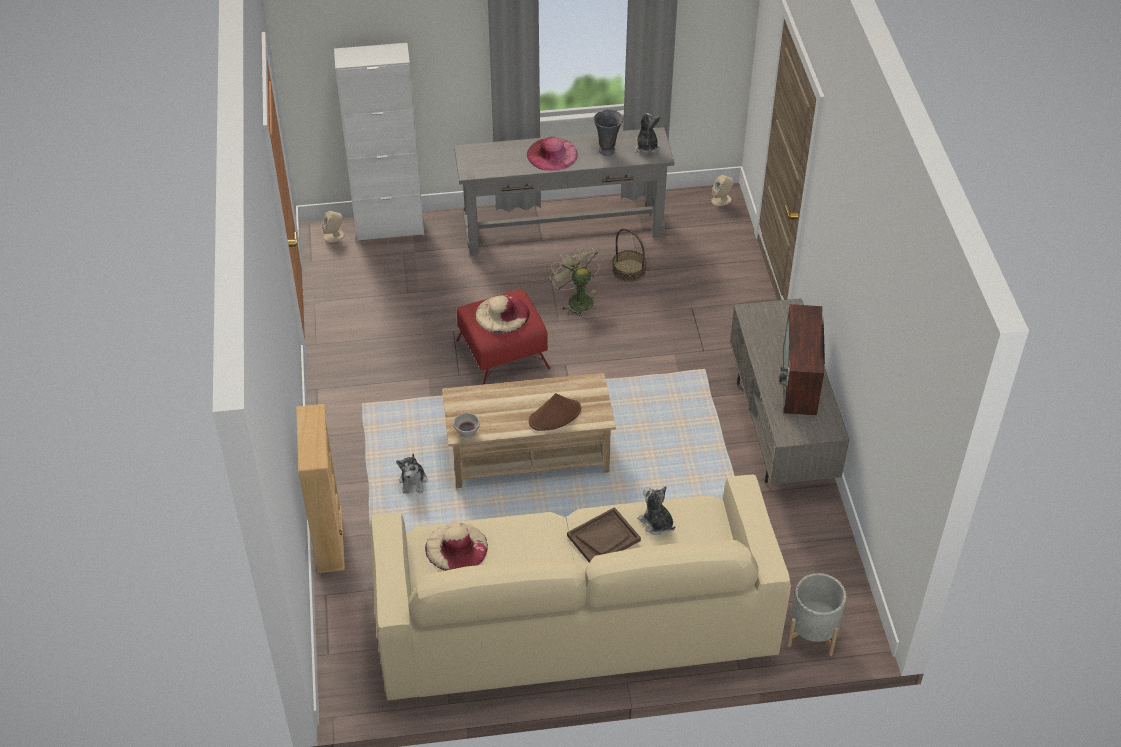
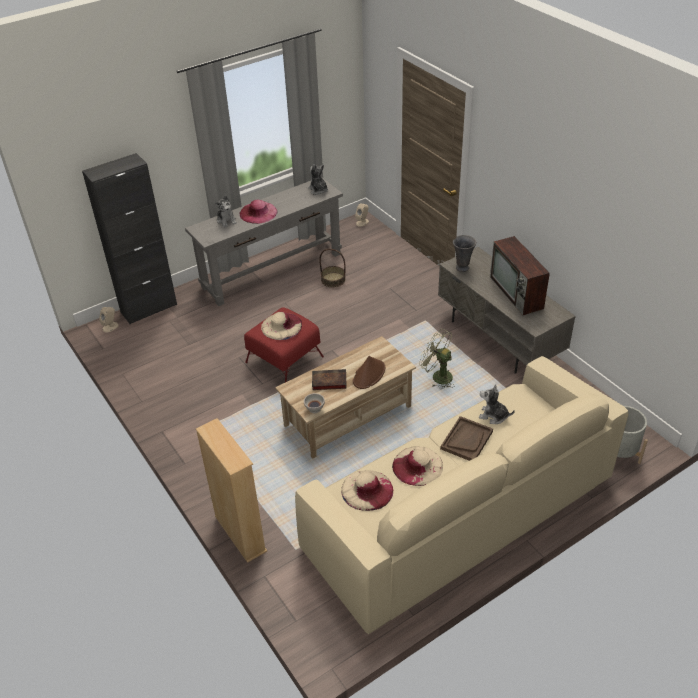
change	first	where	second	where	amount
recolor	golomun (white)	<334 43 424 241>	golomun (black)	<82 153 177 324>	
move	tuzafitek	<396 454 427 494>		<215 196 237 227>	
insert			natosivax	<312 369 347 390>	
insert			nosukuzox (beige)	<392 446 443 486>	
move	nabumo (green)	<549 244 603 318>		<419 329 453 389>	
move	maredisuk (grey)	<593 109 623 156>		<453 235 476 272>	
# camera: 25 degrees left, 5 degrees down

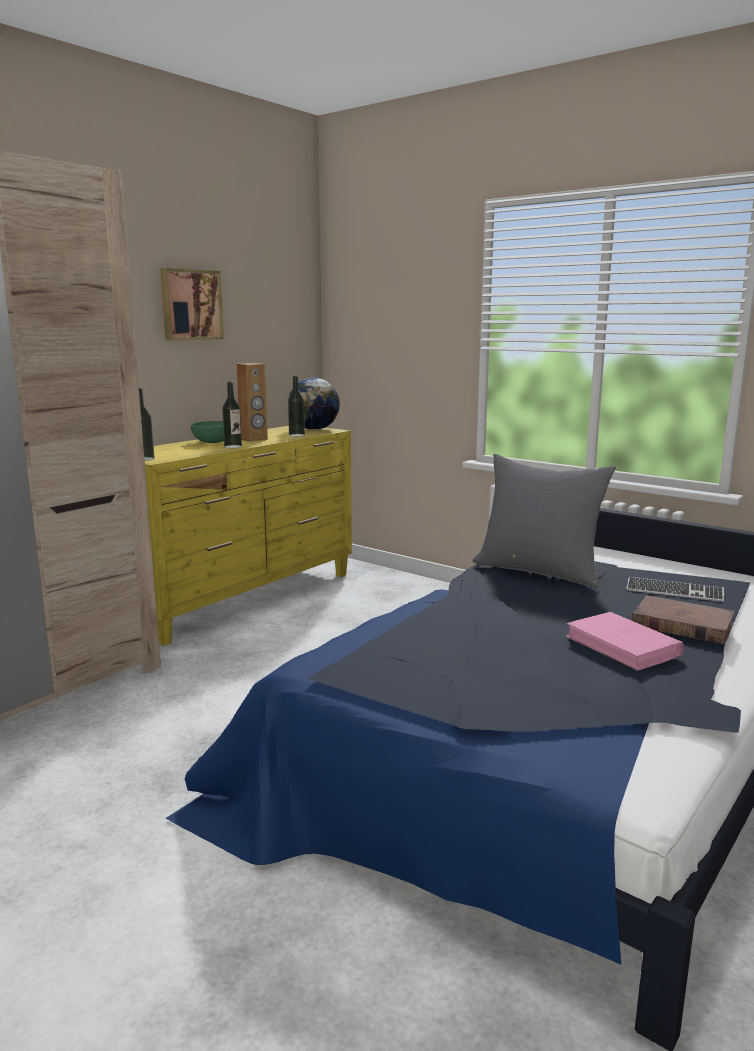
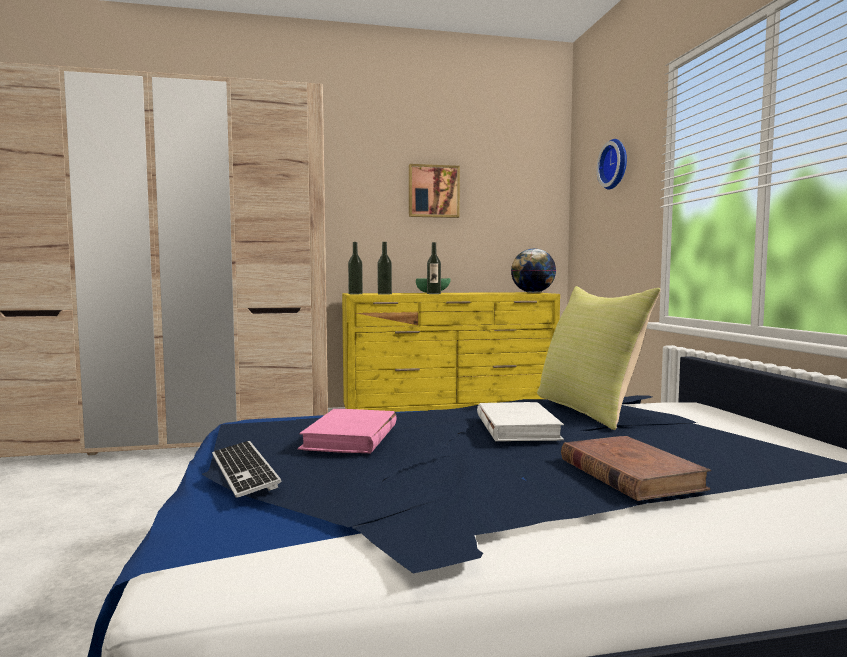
change	first	where	second	where	amount
move	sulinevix	<626 577 724 602>		<212 441 282 498>	
move	natosivax (pink)	<566 612 684 671>		<298 409 397 453>	
move	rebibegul	<288 376 305 437>		<377 242 392 294>	
insert			natosivax (white)	<477 402 564 441>	
recolor	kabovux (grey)	<472 454 616 588>	kabovux (yellow)	<537 286 661 430>	
insert			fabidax	<597 139 627 190>	
delete	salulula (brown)	<237 363 268 442>			
# camera: 40 degrees right, 10 degrees down

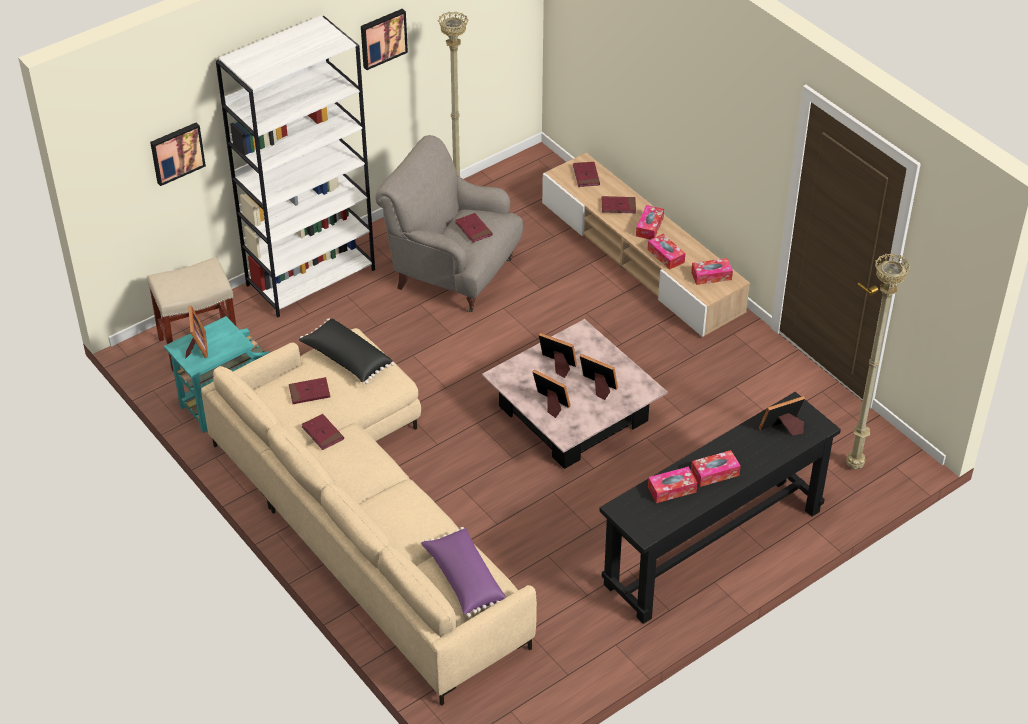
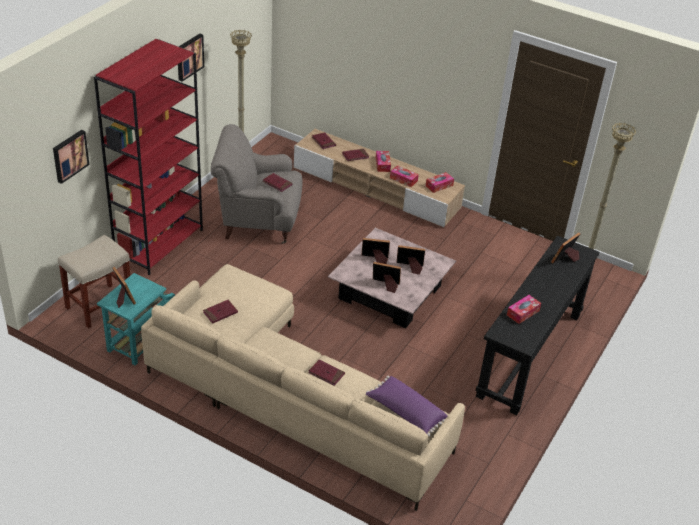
change	first	where	second	where	amount
recolor	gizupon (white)	<216 16 375 318>	gizupon (red)	<94 39 203 275>	
move	natosivax (red)	<302 414 344 450>		<308 359 345 386>	
delete	kabovux (black)	<299 318 394 384>			
delete	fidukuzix	<691 450 741 487>			
# camera: 25 degrees left, 5 degrees down

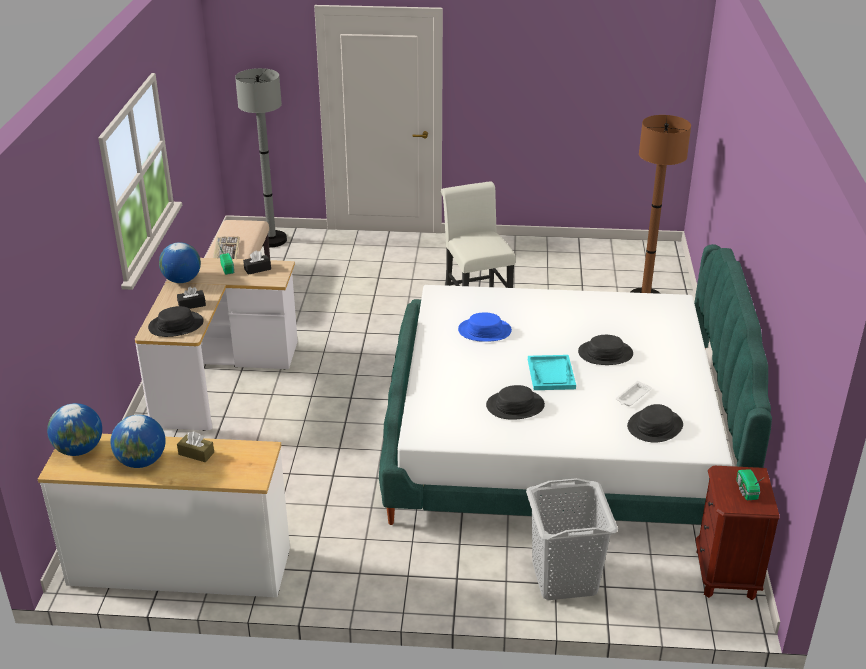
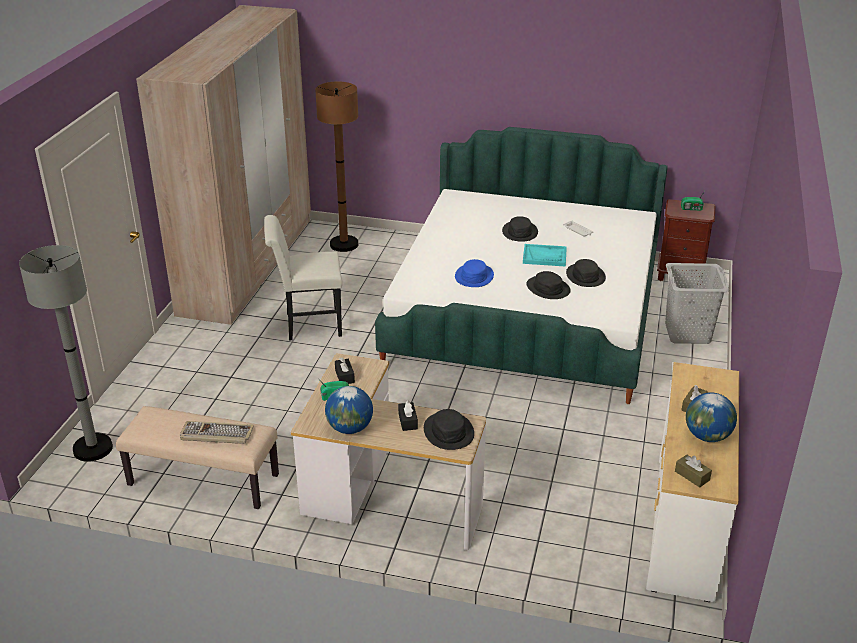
change	first	where	second	where	amount
insert			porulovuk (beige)	<136 5 311 325>	
move	nosukuzox (black)	<627 404 683 443>		<527 271 571 299>	
replace	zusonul	<47 403 102 456>	fidukuzix (brown)	<675 455 712 487>	
# camera: 80 degrees left, 0 degrees up

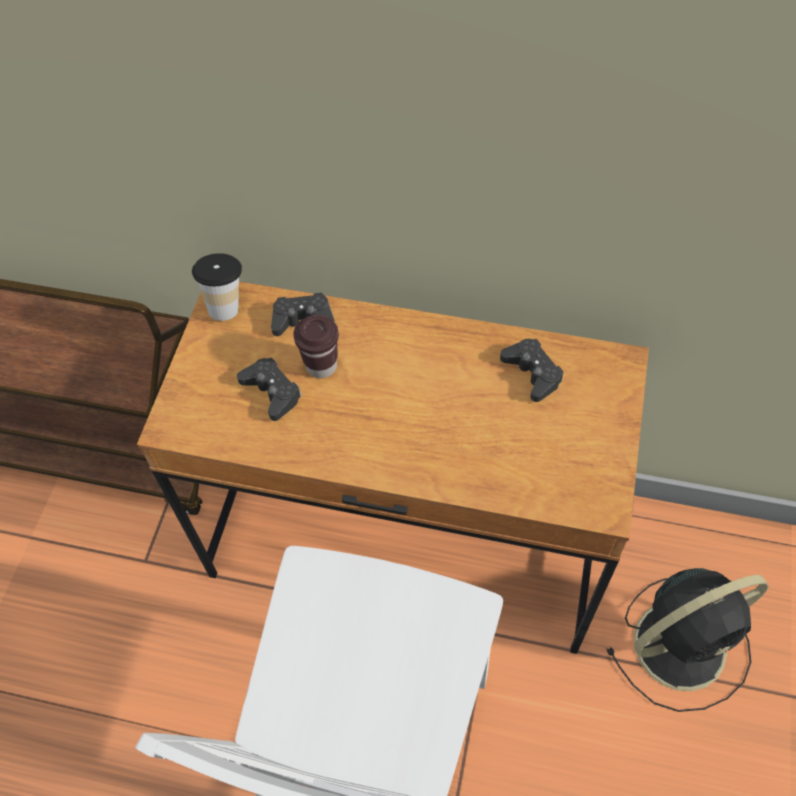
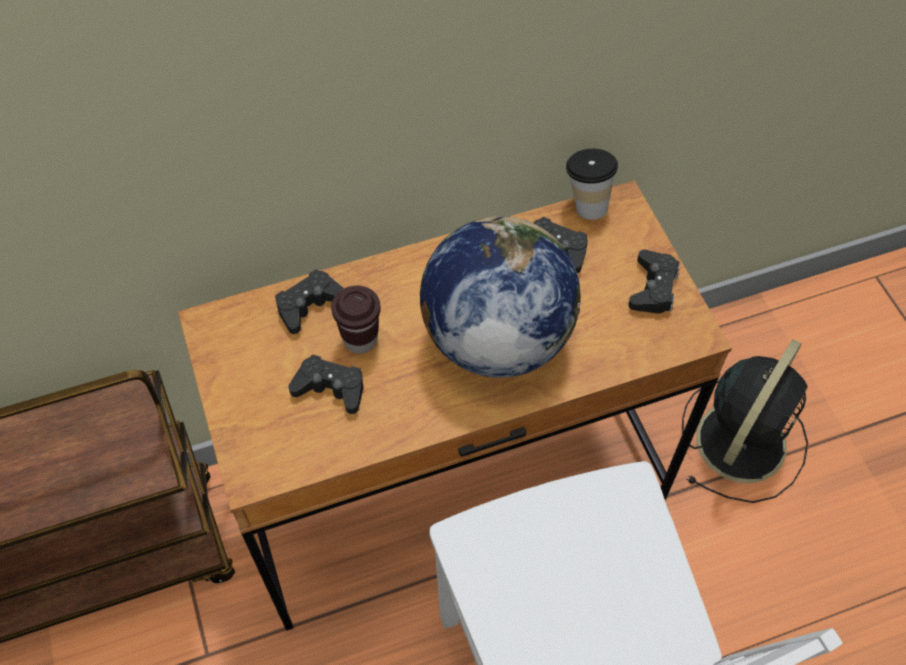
change	first	where	second	where	amount
insert			zusonul	<420 216 581 378>	
move	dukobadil	<192 253 242 321>		<566 149 618 220>	
insert			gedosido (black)	<628 249 680 314>	
# camera: 35 degrees left, 0 degrees up

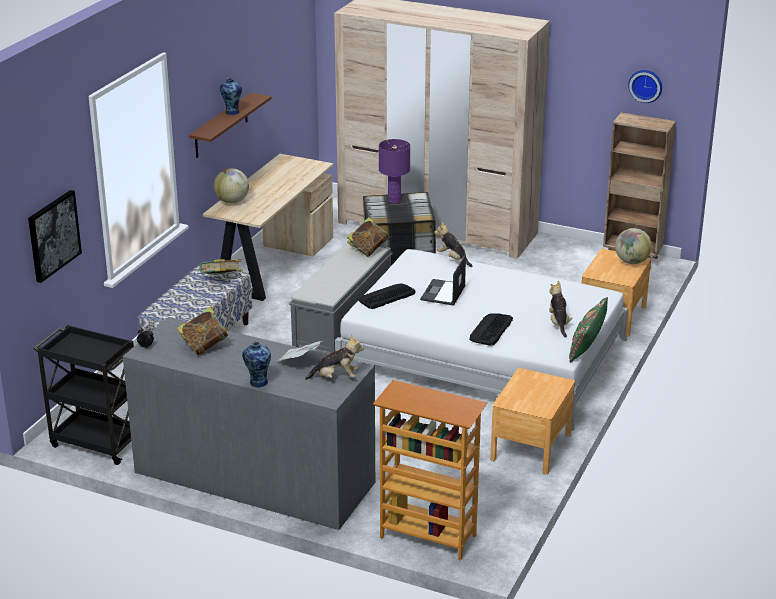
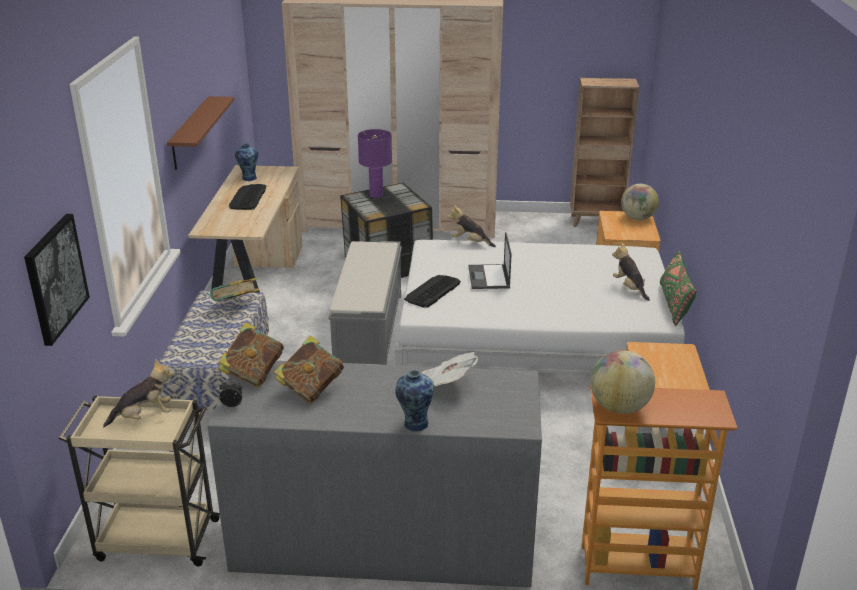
change	first	where	second	where	amount
recolor	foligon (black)	<33 325 134 465>	foligon (beige)	<58 395 220 567>	
move	tuzafitek	<305 334 364 380>		<103 359 174 427>	
move	natosivax	<347 217 389 257>		<218 322 284 387>	
move	sulinevix	<469 313 513 346>		<229 184 266 210>	
move	maredisuk	<220 78 242 115>		<235 143 258 181>	
move	zusonul	<214 168 249 203>		<590 350 655 414>	
delete	fabidax	<628 70 662 103>			
# camera: 20 degrees left, 0 degrees up

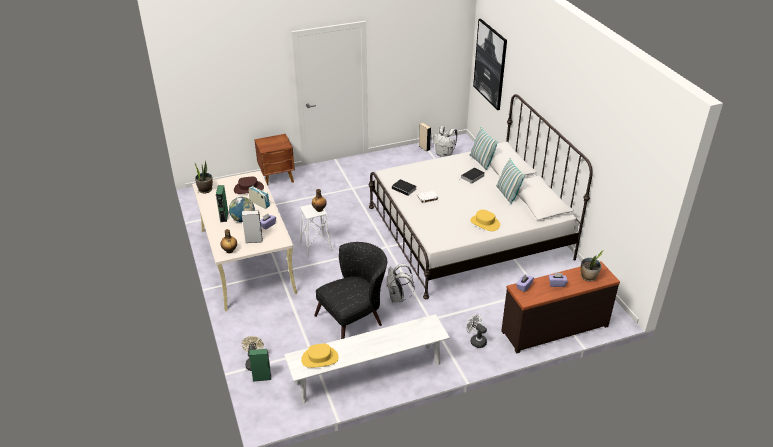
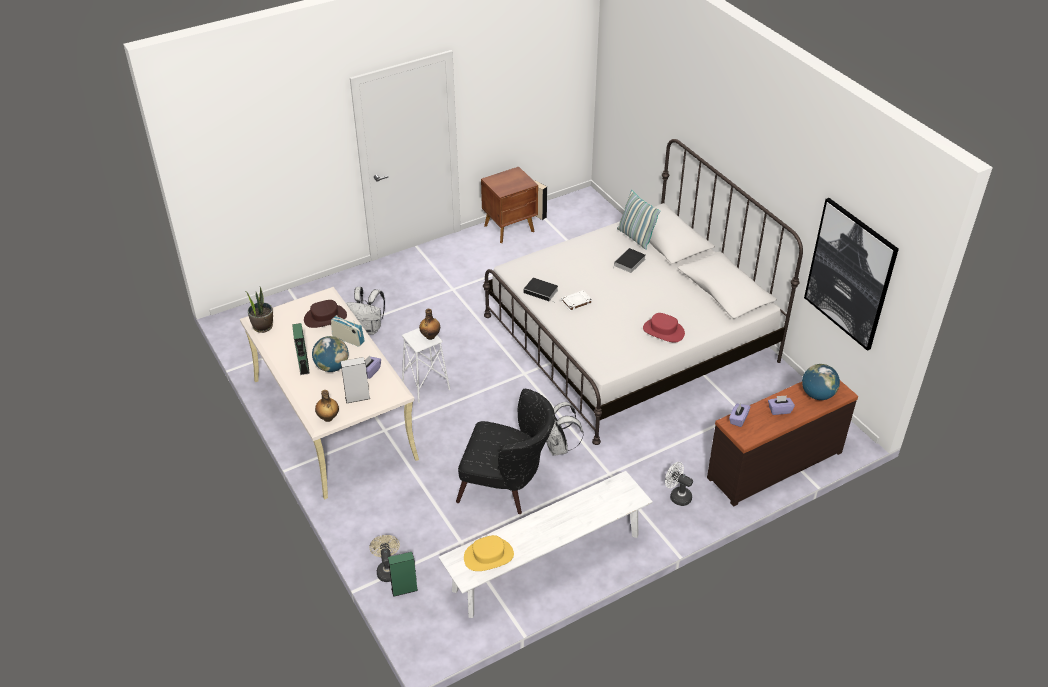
change	first	where	second	where	amount
move	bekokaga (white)	<433 126 458 157>		<346 287 385 335>	
rotate	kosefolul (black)	<314 242 387 339>		<456 389 555 514>	60 degrees clockwise
move	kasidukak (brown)	<255 134 295 185>		<481 167 538 243>	
recolor	nosukuzox (yellow)	<470 210 500 231>	nosukuzox (red)	<643 313 685 342>	
replace	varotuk	<581 250 604 281>	zusonul	<802 364 840 400>	
move	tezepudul	<473 19 507 110>		<804 198 899 351>	
delete	kabovux	<496 158 525 204>			
# camera: 10 degrees left, 5 degrees up

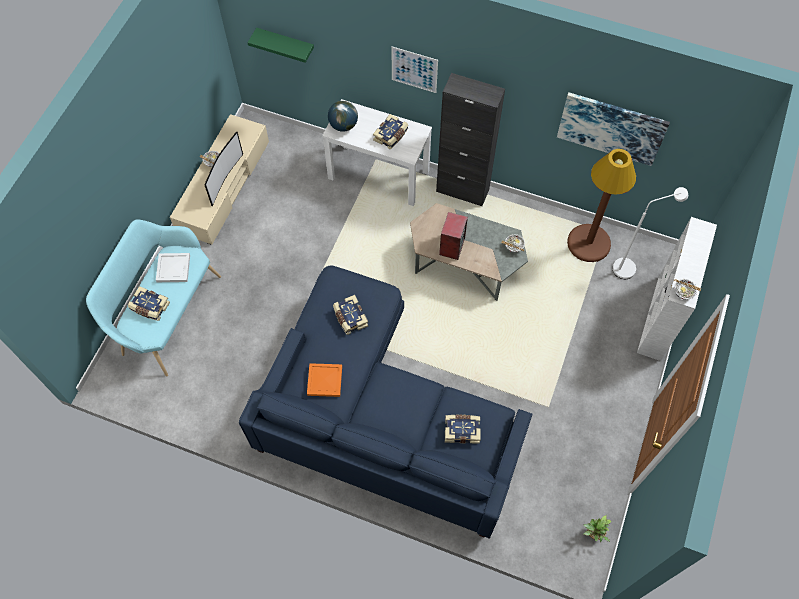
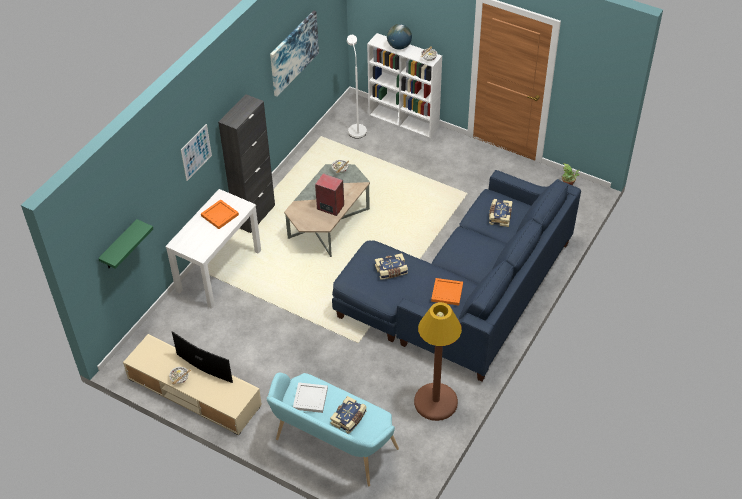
change	first	where	second	where	amount
replace	natosivax	<373 114 408 149>	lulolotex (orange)	<201 199 239 229>	
move	zusonul	<328 101 358 132>		<387 24 412 49>	
move	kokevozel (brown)	<567 149 636 262>		<414 302 462 421>	
# camera: 80 degrees left, 15 degrees down

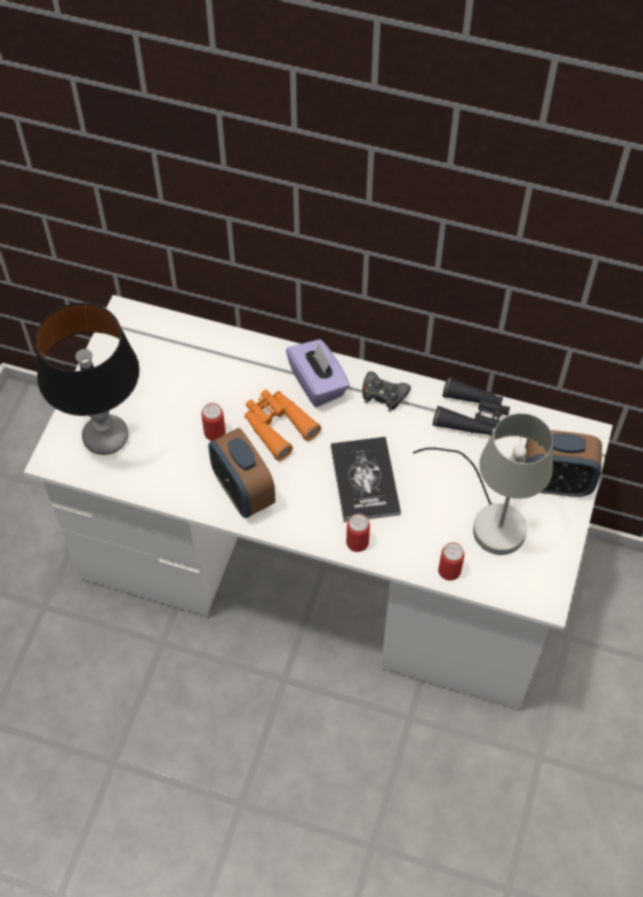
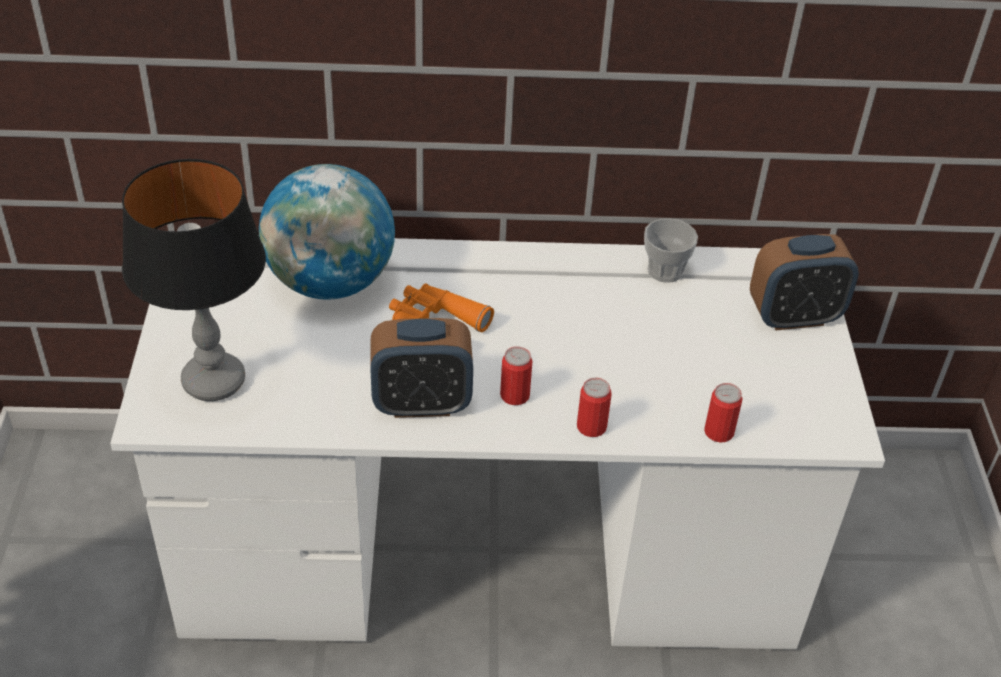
change	first	where	second	where	amount
insert			zusonul	<259 164 395 299>	
rotate	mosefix	<208 428 276 518>		<370 318 473 418>	45 degrees counterclockwise
move	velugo	<201 403 226 441>		<500 346 532 405>	
replace	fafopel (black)	<433 377 510 436>	dukobadil	<644 218 698 283>	
delete	fidukuzix (purple)	<286 339 350 407>			
delete	natosivax	<331 437 401 522>			
delete	gedosido (black)	<362 371 411 412>			
delete	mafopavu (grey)	<413 413 553 555>			
# camera: 20 degrees left, 15 degrees down

